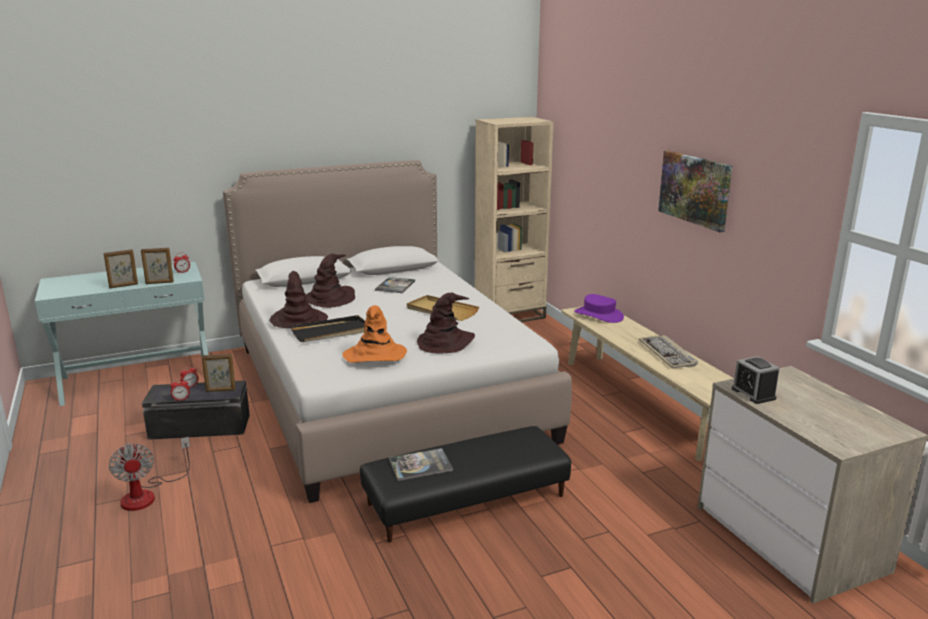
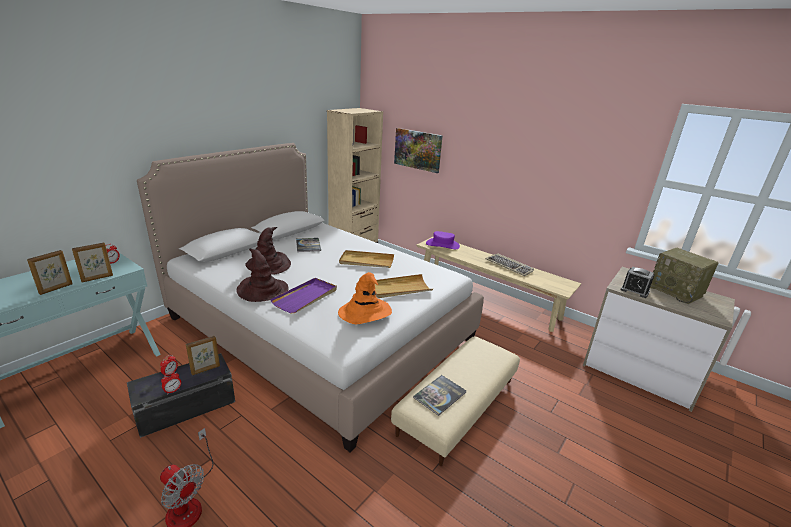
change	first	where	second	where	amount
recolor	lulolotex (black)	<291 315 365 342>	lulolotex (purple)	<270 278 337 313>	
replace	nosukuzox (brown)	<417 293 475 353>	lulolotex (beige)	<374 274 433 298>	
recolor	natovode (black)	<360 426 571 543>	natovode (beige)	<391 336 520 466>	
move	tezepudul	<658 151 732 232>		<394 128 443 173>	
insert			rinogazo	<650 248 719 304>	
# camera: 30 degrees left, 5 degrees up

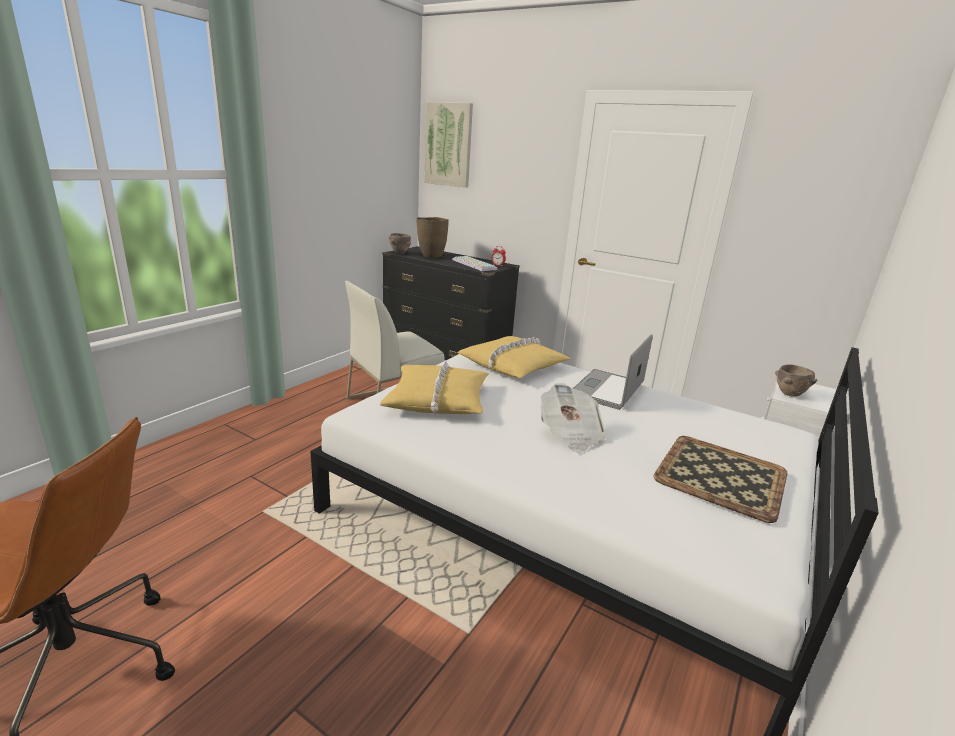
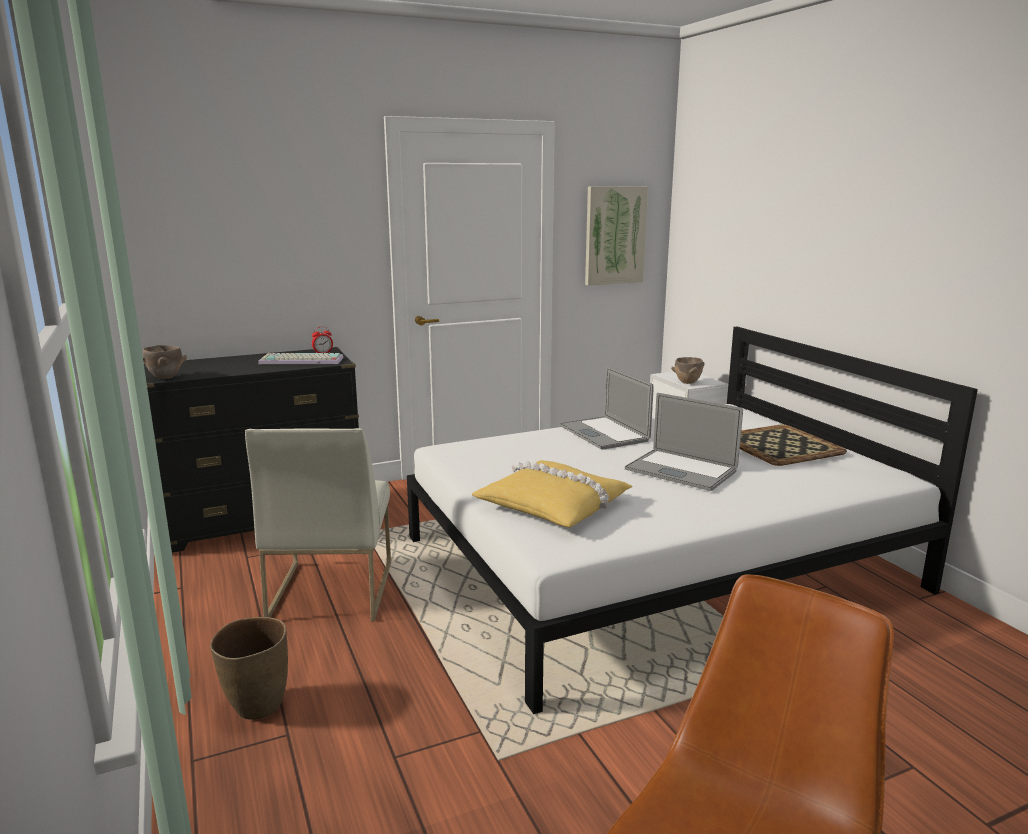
change	first	where	second	where	amount
move	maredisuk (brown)	<417 217 449 258>		<210 617 288 720>	
move	tezepudul	<424 102 473 188>		<585 186 648 286>	
replace	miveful	<541 383 606 453>	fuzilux	<625 393 743 491>	
delete	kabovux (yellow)	<458 336 570 378>			
# camera: 55 degrees left, 5 degrees down

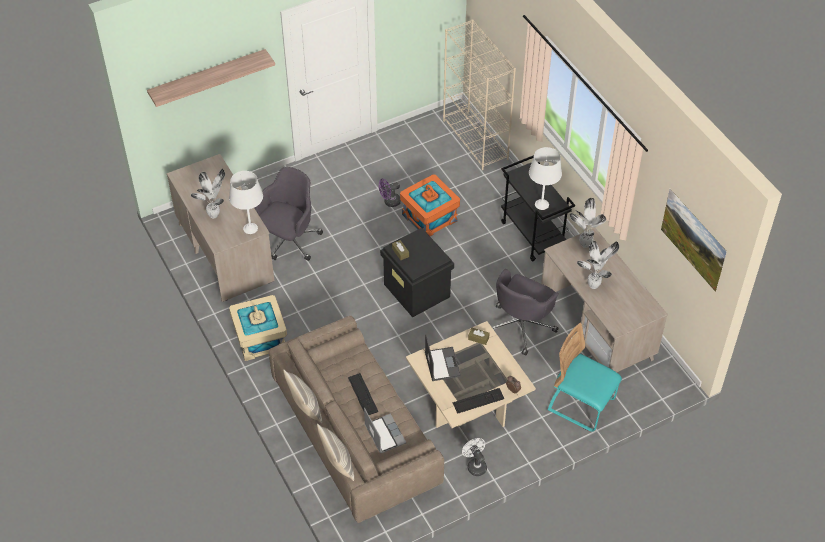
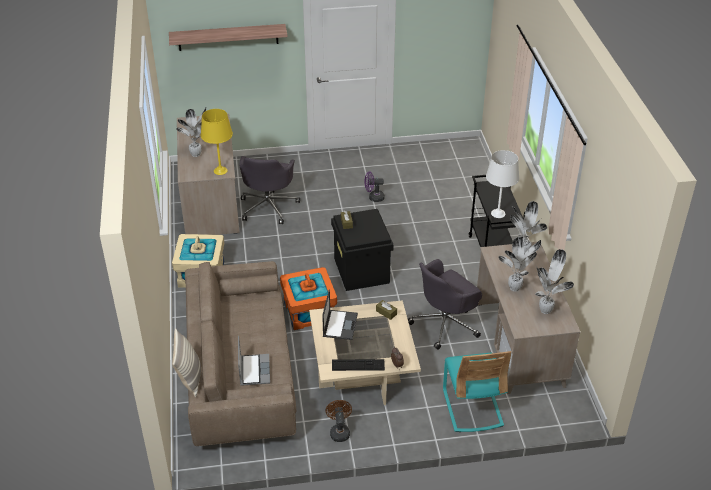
change	first	where	second	where	amount
recolor	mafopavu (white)	<229 171 263 234>	mafopavu (yellow)	<201 109 233 175>	
rotate	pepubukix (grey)	<254 167 323 261>		<239 156 300 224>	135 degrees clockwise
move	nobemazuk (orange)	<400 174 460 236>		<280 267 337 330>	
recolor	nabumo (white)	<462 438 487 476>	nabumo (brown)	<326 400 352 442>	
rotate	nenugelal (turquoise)	<548 323 622 432>		<443 351 511 432>	150 degrees counterclockwise
insert			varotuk	<535 249 574 314>	
delete	kabovux	<283 369 322 424>			
delete	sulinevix	<348 373 378 415>			
delete	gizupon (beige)	<443 20 516 170>			
delete	tezepudul	<661 189 727 292>			
# camera: 20 degrees right, 10 degrees down

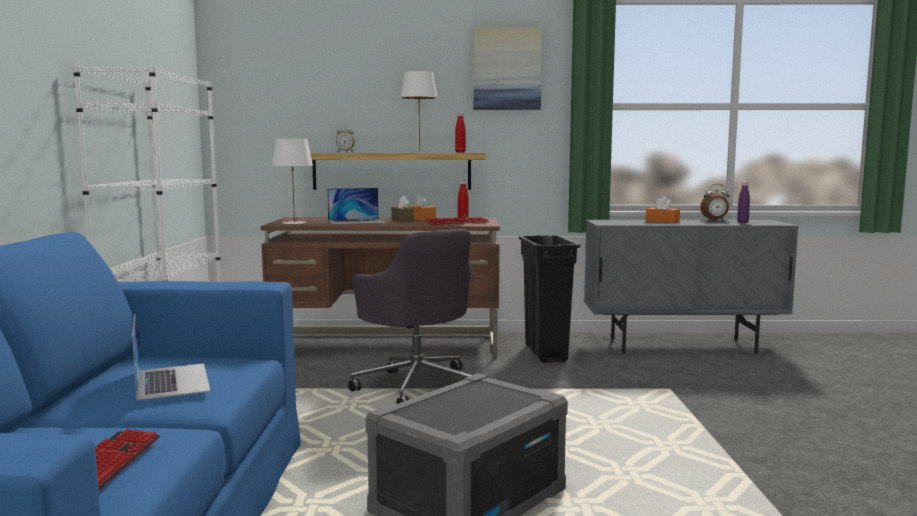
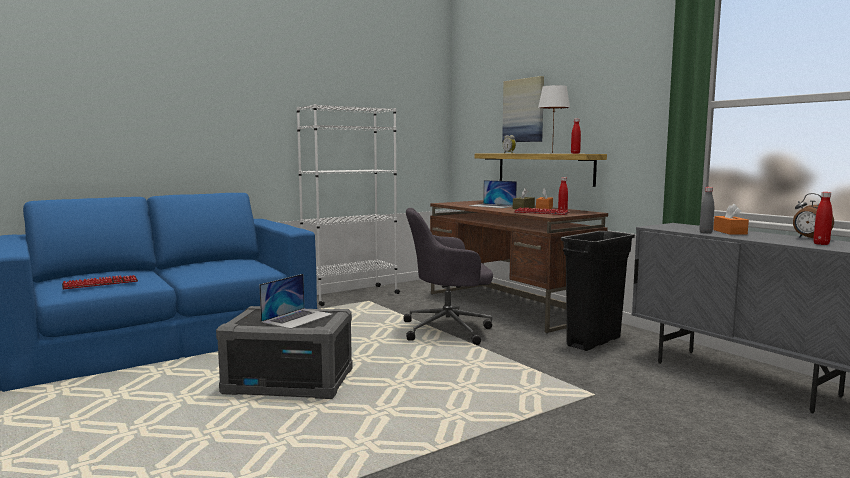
change	first	where	second	where	amount
move	fuzilux	<132 314 211 400>		<259 274 333 329>	
rotate	pepubukix (grey)	<348 229 472 404>		<403 208 493 345>	60 degrees clockwise
move	tezepudul	<473 27 542 110>		<502 76 544 142>	
insert			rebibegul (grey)	<699 187 714 234>	
recolor	rebibegul (purple)	<737 182 750 223>	rebibegul (red)	<813 192 833 245>	
delete	mafopavu (white)	<272 139 313 224>			
# camera: 55 degrees right, 0 degrees up

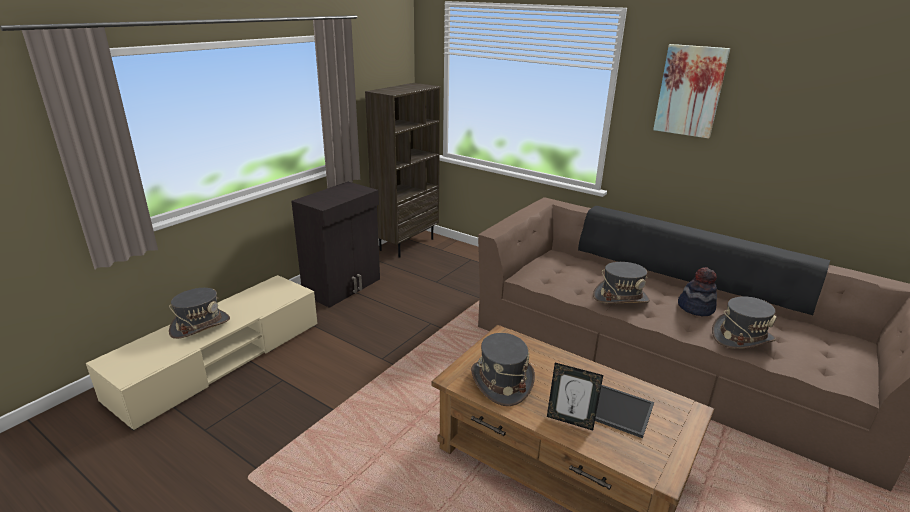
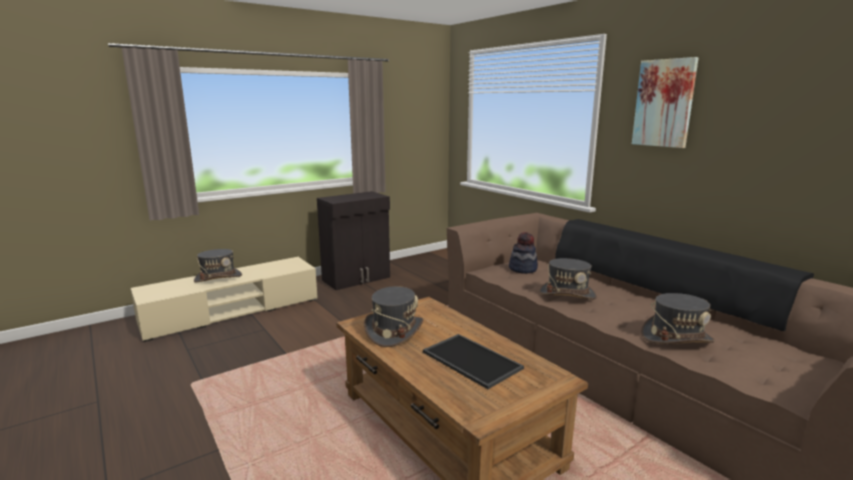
change	first	where	second	where	amount
move	nosukuzox	<678 267 717 316>		<509 232 538 274>	
delete	gizupon (brown)	<365 83 440 258>			
delete	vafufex	<547 363 603 430>			
# camera: 20 degrees right, 10 degrees down

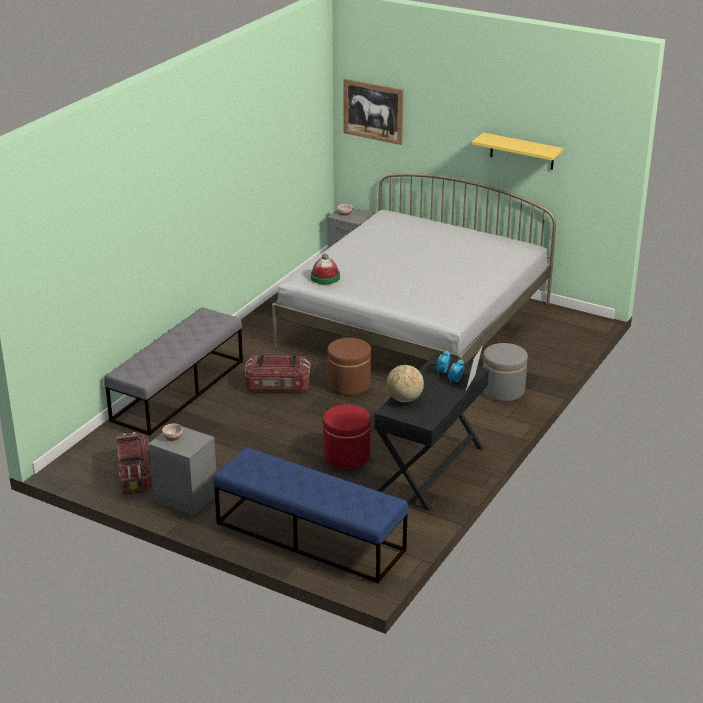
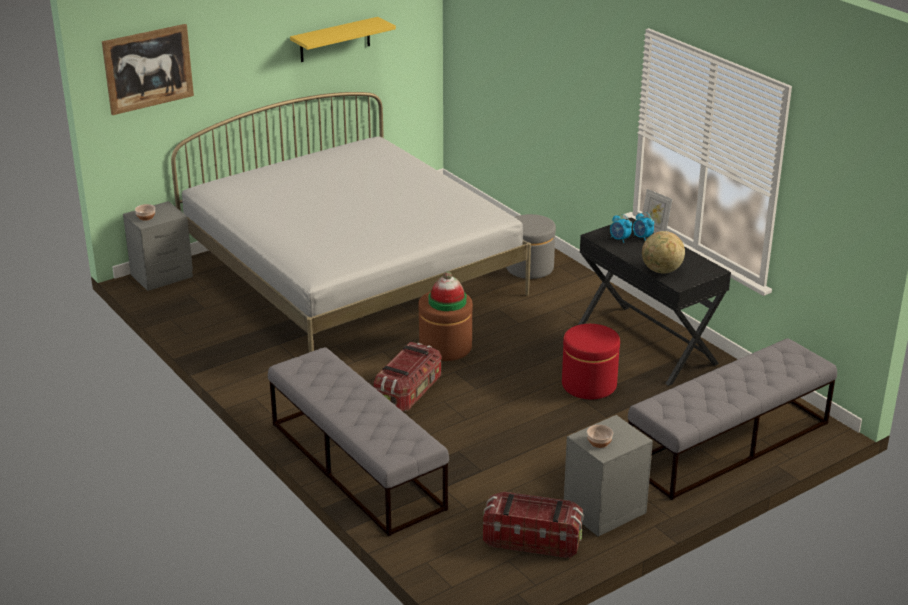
change	first	where	second	where	amount
move	nosukuzox	<311 254 340 284>		<428 271 467 311>	
recolor	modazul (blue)	<213 447 409 584>	modazul (grey)	<628 338 837 500>	
# camera: 65 degrees left, 0 degrees up

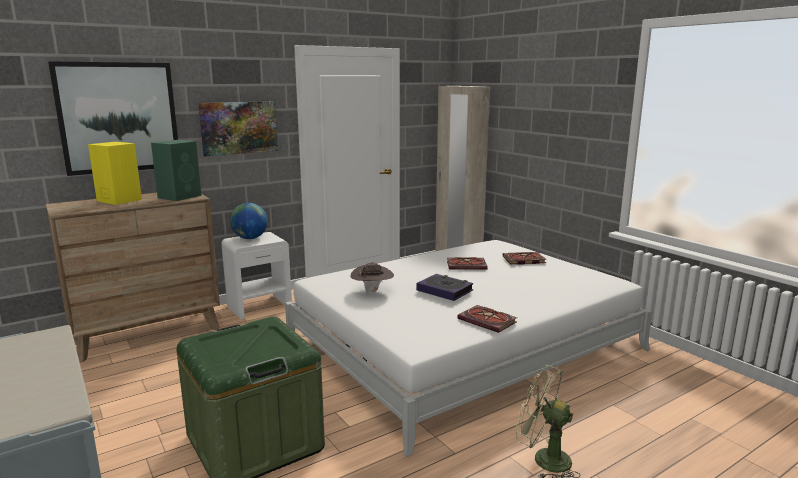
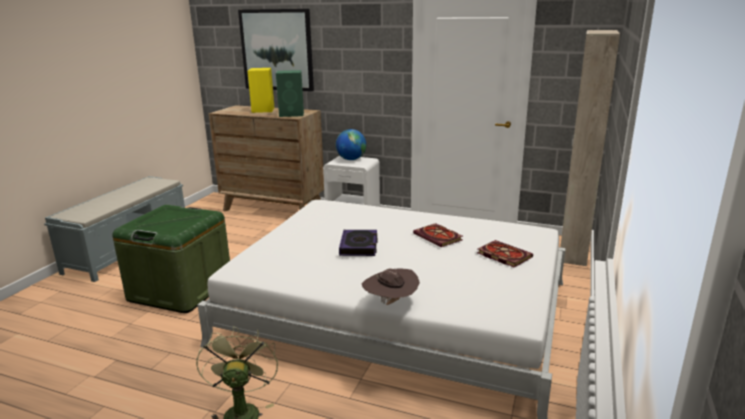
change	first	where	second	where	amount
move	nosukuzox (brown)	<351 262 394 293>		<362 268 420 305>	
delete	tezepudul	<198 101 278 156>			
delete	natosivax	<457 305 517 333>			
# camera: 55 degrees right, 5 degrees up

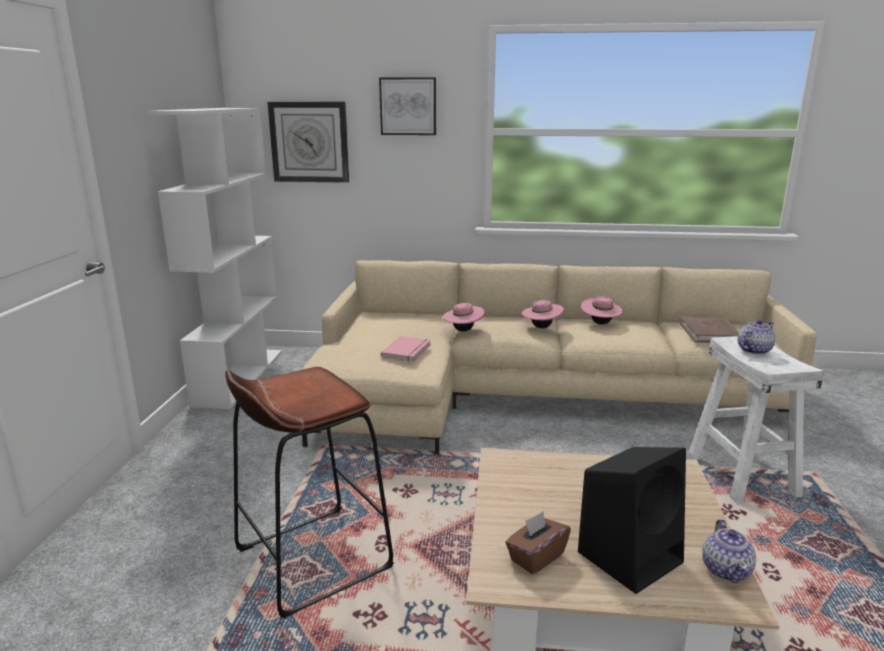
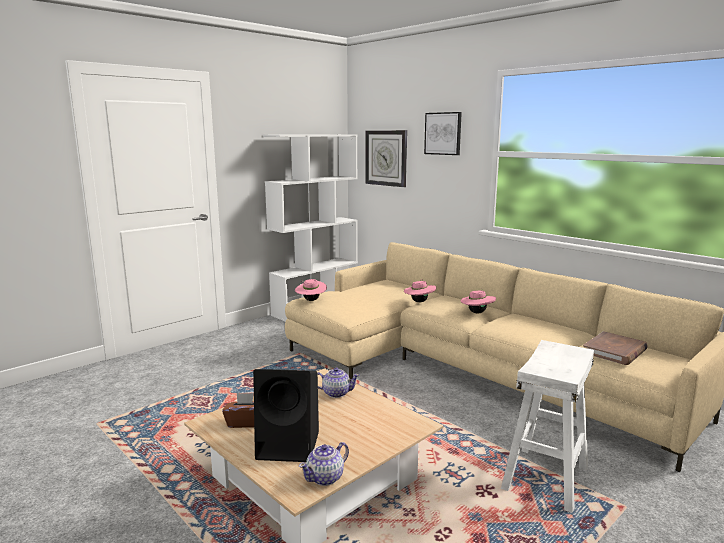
change	first	where	second	where	amount
move	nosukuzox (pink)	<581 296 623 324>		<295 279 327 301>	
move	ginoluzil	<738 319 775 355>		<318 368 360 398>	
delete	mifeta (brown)	<225 367 394 618>			
delete	natosivax (pink)	<381 336 431 362>			
# camera: 40 degrees right, 5 degrees down

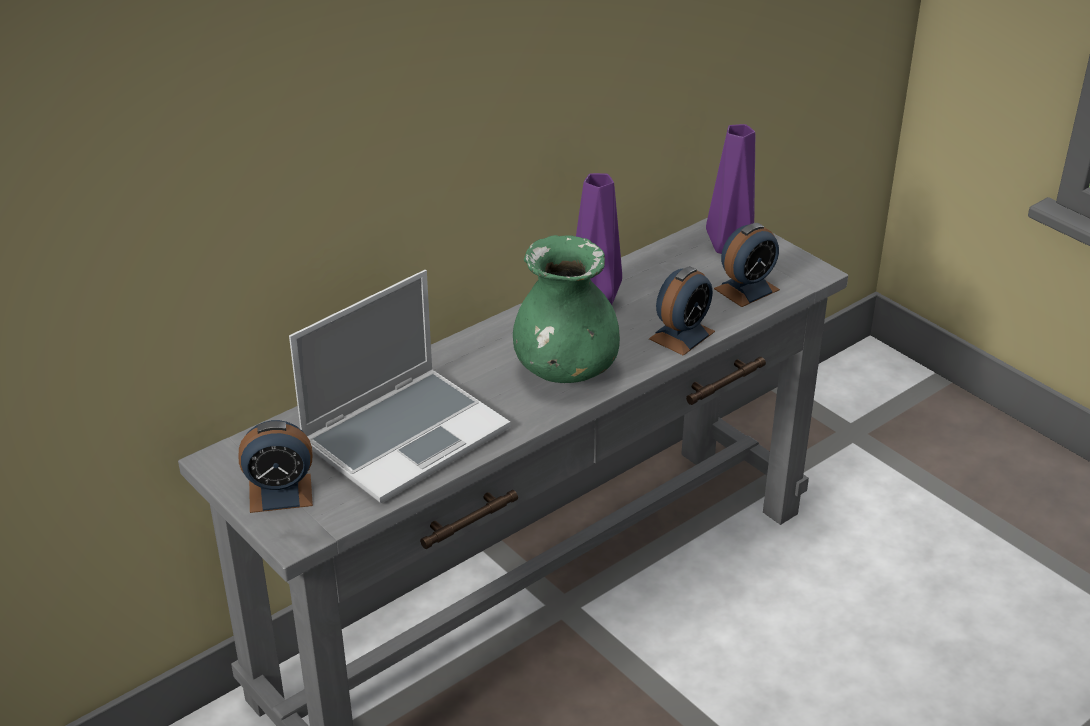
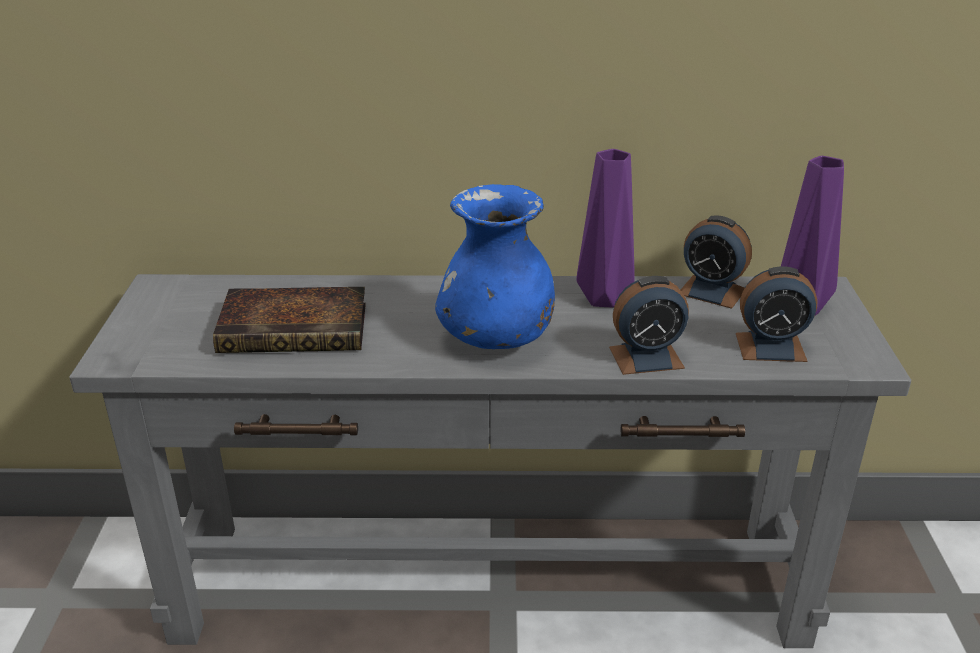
change	first	where	second	where	amount
replace	fuzilux	<289 270 511 503>	natosivax	<213 287 366 353>	
recolor	maredisuk (green)	<513 235 620 383>	maredisuk (blue)	<435 184 555 349>	
move	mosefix	<239 420 313 513>		<681 216 752 309>	
# camera: 40 degrees right, 5 degrees down

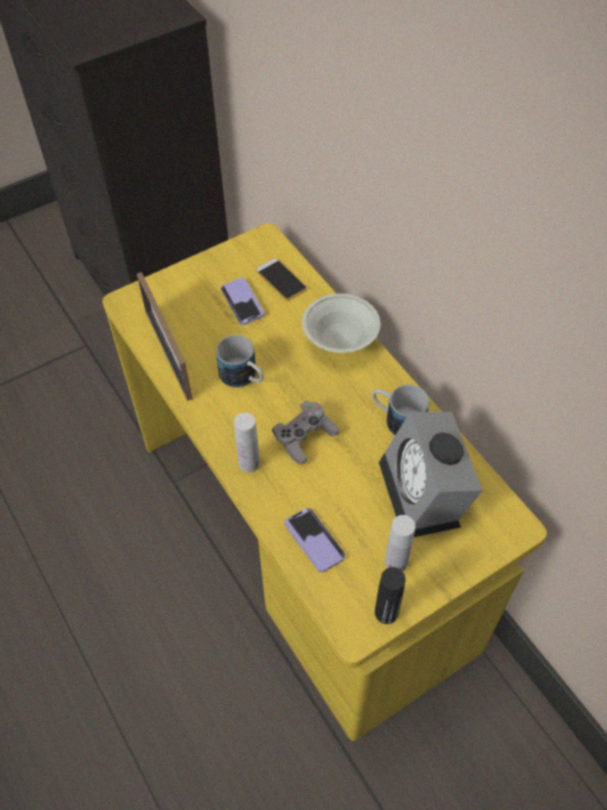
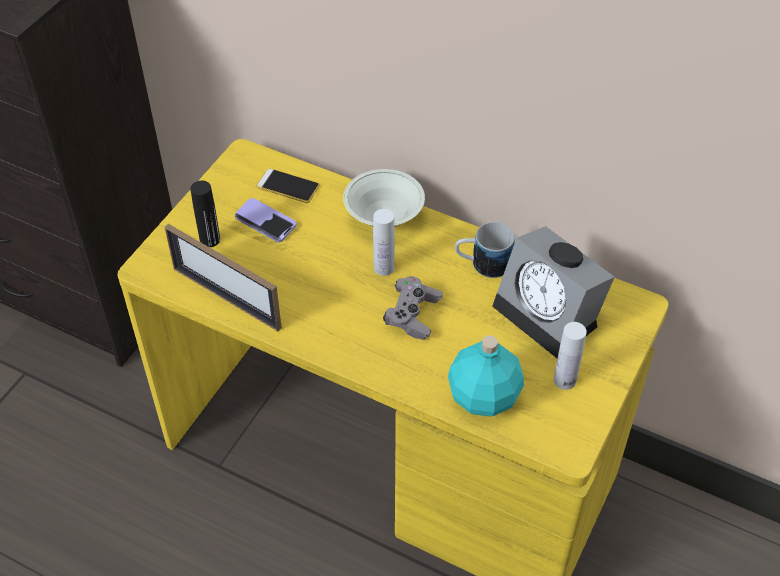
change	first	where	second	where	amount
move	rebibegul (black)	<375 567 406 624>		<190 181 220 247>	
move	rebibegul (white)	<234 413 260 473>		<373 209 395 276>	
replace	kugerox	<285 508 346 572>	rebibegul (turquoise)	<448 335 524 417>	
delete	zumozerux	<216 335 264 388>			
# camera: 30 degrees left, 5 degrees down

